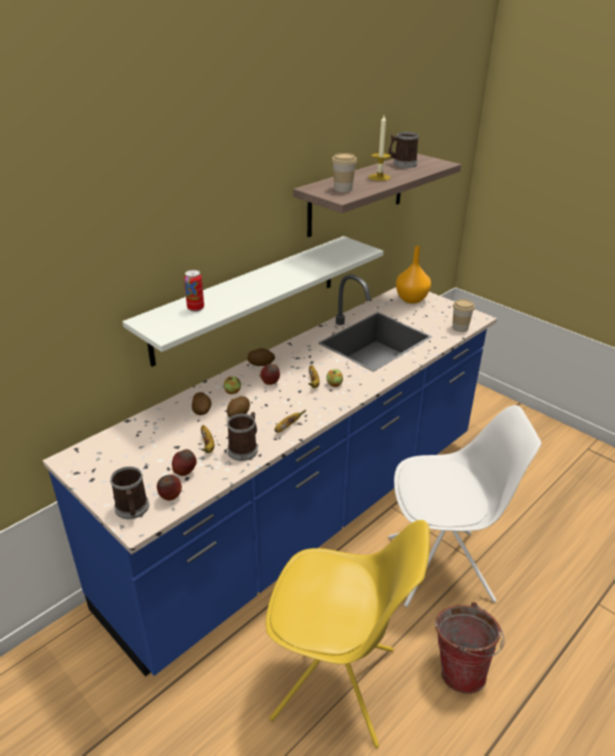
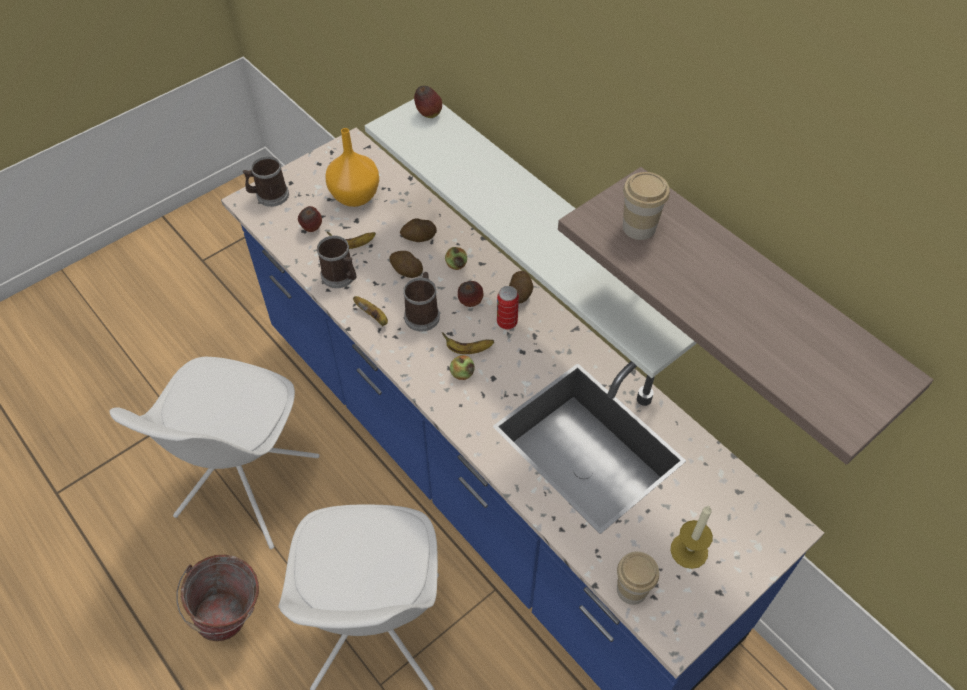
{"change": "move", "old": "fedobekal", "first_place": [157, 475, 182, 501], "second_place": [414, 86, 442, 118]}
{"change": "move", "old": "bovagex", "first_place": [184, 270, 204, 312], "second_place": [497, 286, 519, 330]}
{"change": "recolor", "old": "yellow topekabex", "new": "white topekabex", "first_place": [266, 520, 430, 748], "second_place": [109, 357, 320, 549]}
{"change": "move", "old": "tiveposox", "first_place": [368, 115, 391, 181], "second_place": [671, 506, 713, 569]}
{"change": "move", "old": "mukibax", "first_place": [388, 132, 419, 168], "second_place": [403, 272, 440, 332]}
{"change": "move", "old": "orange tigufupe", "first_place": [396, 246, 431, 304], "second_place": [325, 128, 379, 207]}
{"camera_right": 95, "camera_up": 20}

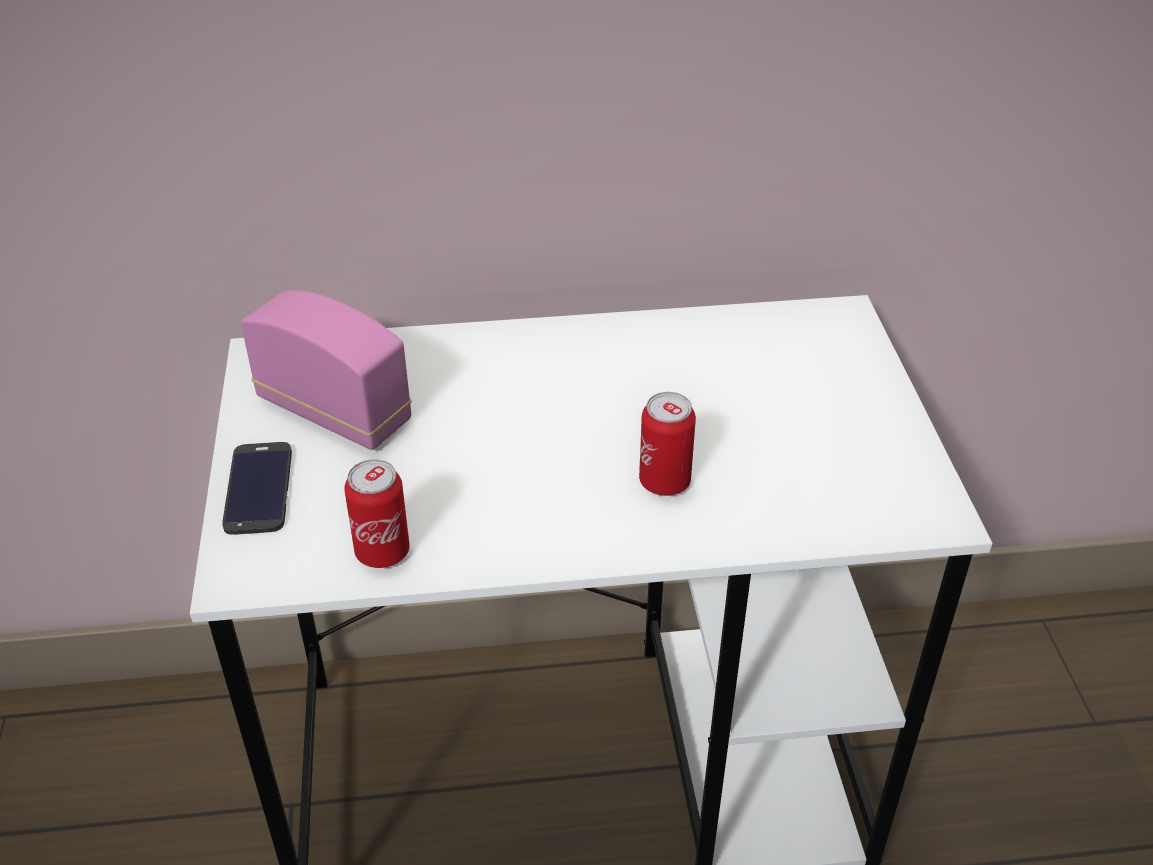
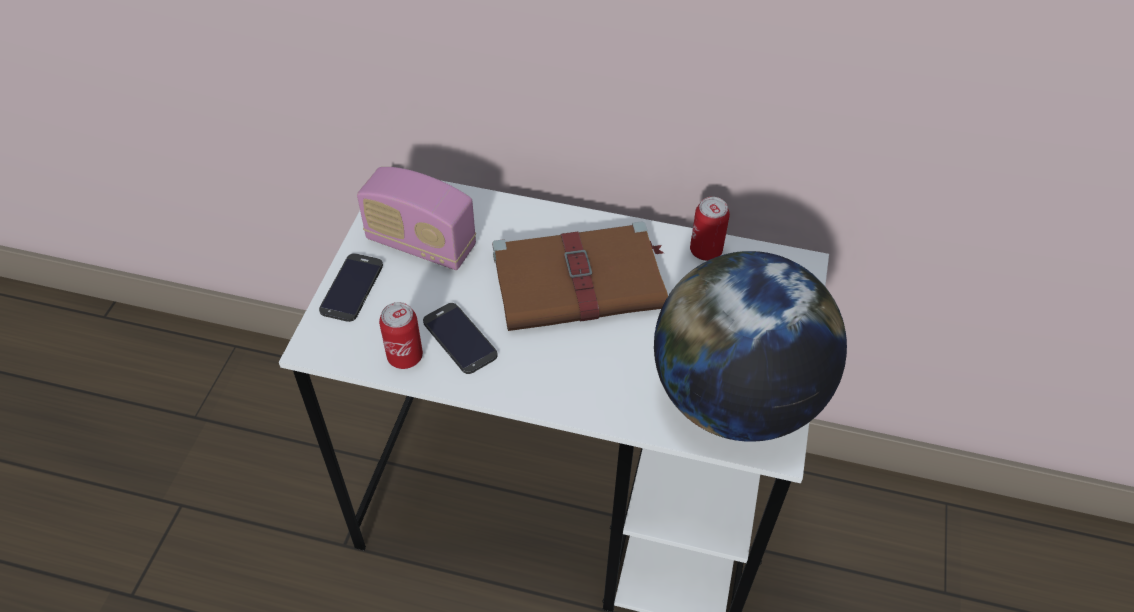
{"change": "rotate", "old": "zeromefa", "first_place": [241, 290, 411, 450], "second_place": [357, 167, 476, 270], "degrees": 150}
{"change": "move", "old": "bovagex", "first_place": [639, 392, 696, 496], "second_place": [690, 197, 730, 261]}
{"change": "insert", "new": "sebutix", "second_place": [423, 303, 498, 374]}
{"change": "insert", "new": "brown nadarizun", "second_place": [492, 221, 668, 331]}
{"change": "insert", "new": "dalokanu", "second_place": [654, 251, 847, 441]}
{"camera_right": 20, "camera_up": 10}

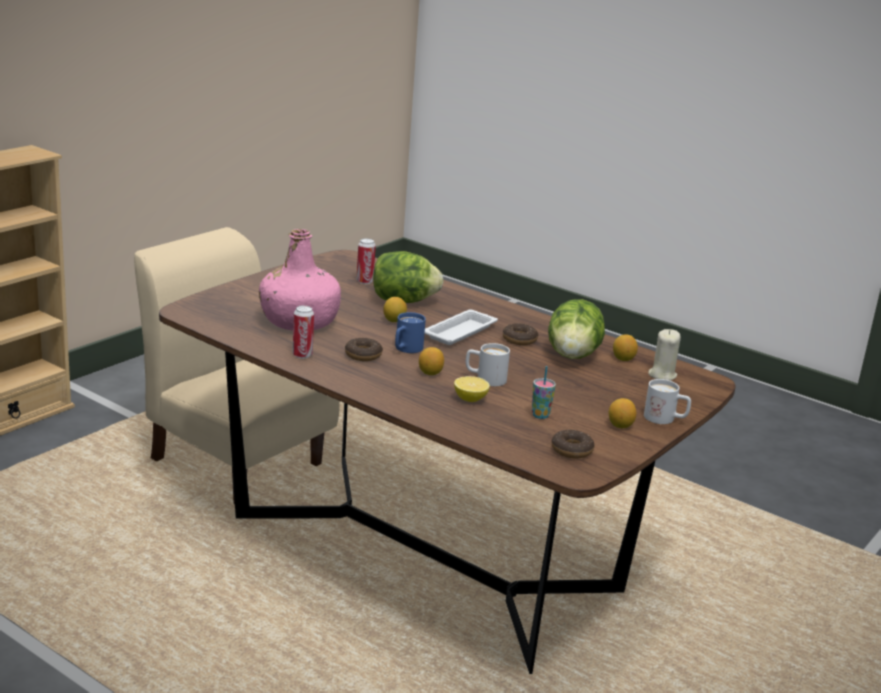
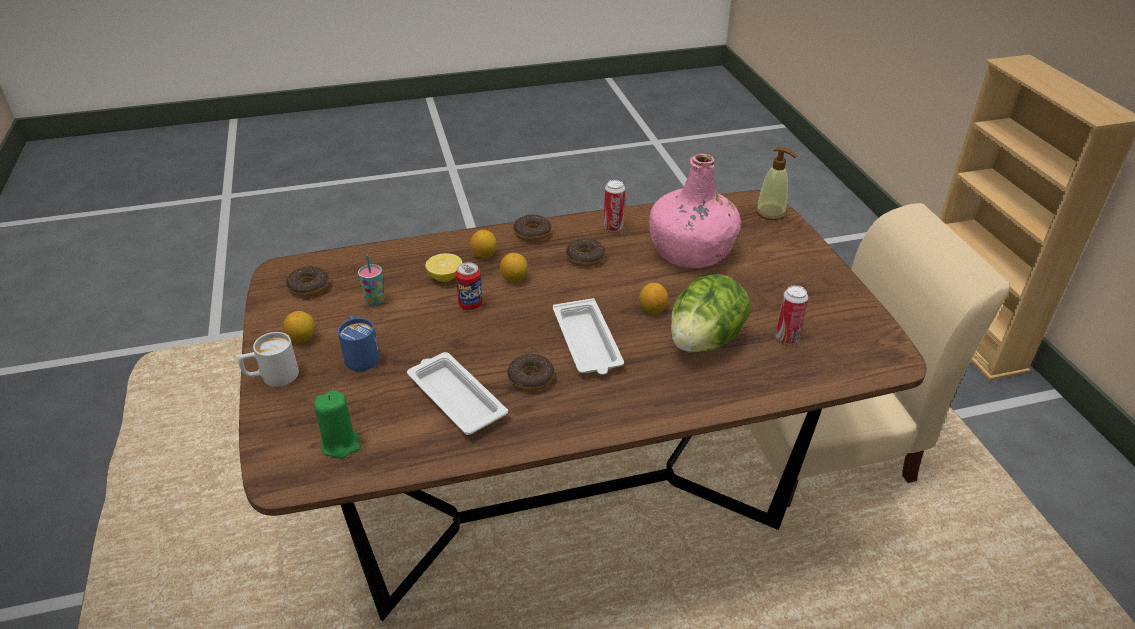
{"change": "move", "old": "blue mukibax", "first_place": [395, 312, 426, 353], "second_place": [338, 315, 379, 371]}
{"change": "replace", "old": "white mukibax", "new": "bovagex", "first_place": [466, 343, 510, 386], "second_place": [456, 262, 483, 310]}
{"change": "replace", "old": "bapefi", "new": "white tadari", "first_place": [548, 299, 605, 359], "second_place": [407, 352, 508, 435]}
{"change": "move", "old": "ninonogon", "first_place": [613, 334, 638, 361], "second_place": [470, 230, 497, 258]}
{"change": "recolor", "old": "beige tiveposox", "new": "green tiveposox", "first_place": [648, 329, 681, 381], "second_place": [314, 390, 361, 459]}
{"change": "insert", "new": "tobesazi", "second_place": [513, 215, 551, 242]}
{"change": "insert", "new": "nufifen", "second_place": [756, 147, 797, 220]}
{"camera_right": 130, "camera_up": 15}

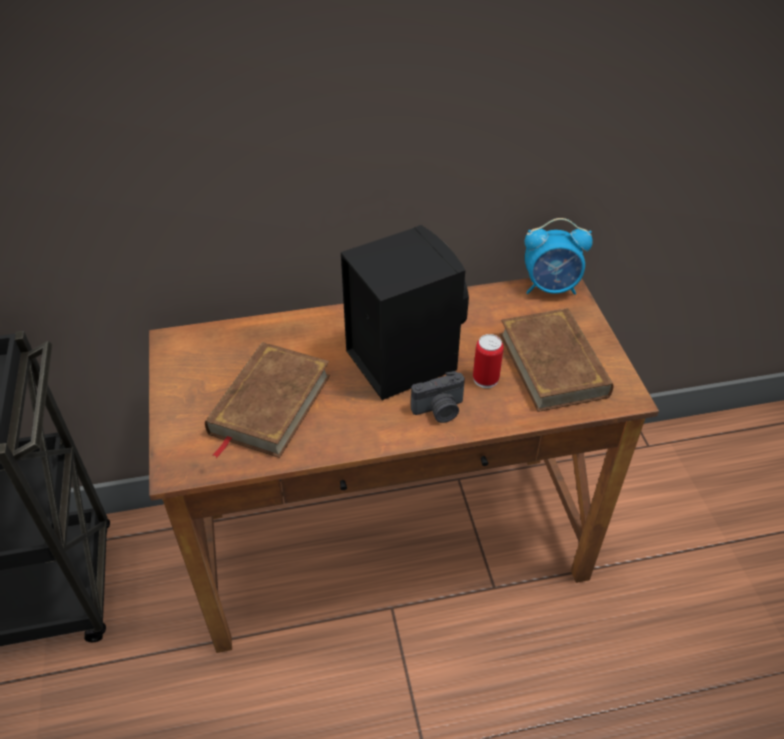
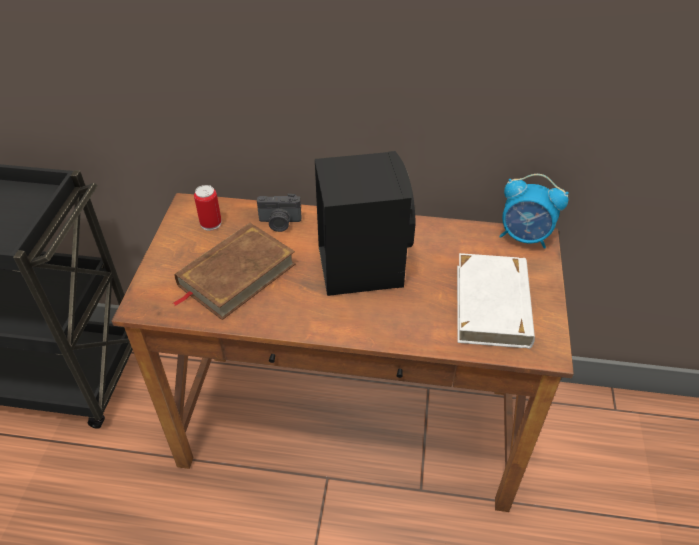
{"change": "move", "old": "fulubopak", "first_place": [411, 371, 465, 423], "second_place": [257, 194, 301, 232]}
{"change": "move", "old": "bovagex", "first_place": [473, 334, 504, 388], "second_place": [194, 185, 221, 231]}
{"change": "recolor", "old": "brown nadarizun", "new": "white nadarizun", "first_place": [500, 308, 614, 412], "second_place": [457, 253, 535, 349]}
{"camera_right": 20, "camera_up": 0}

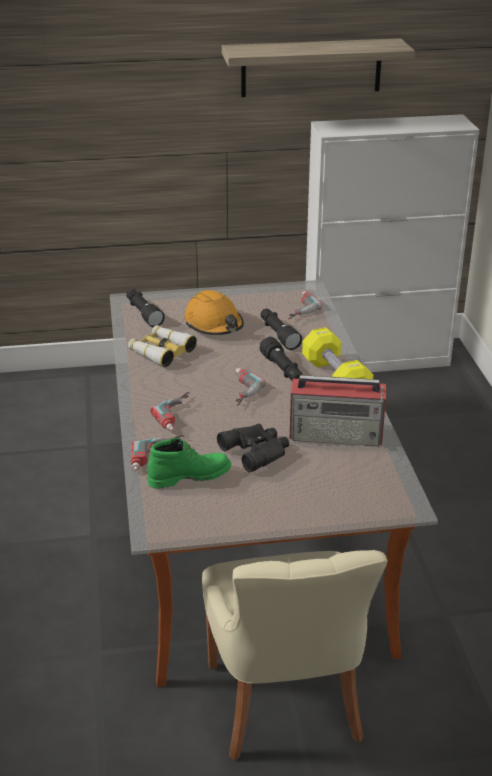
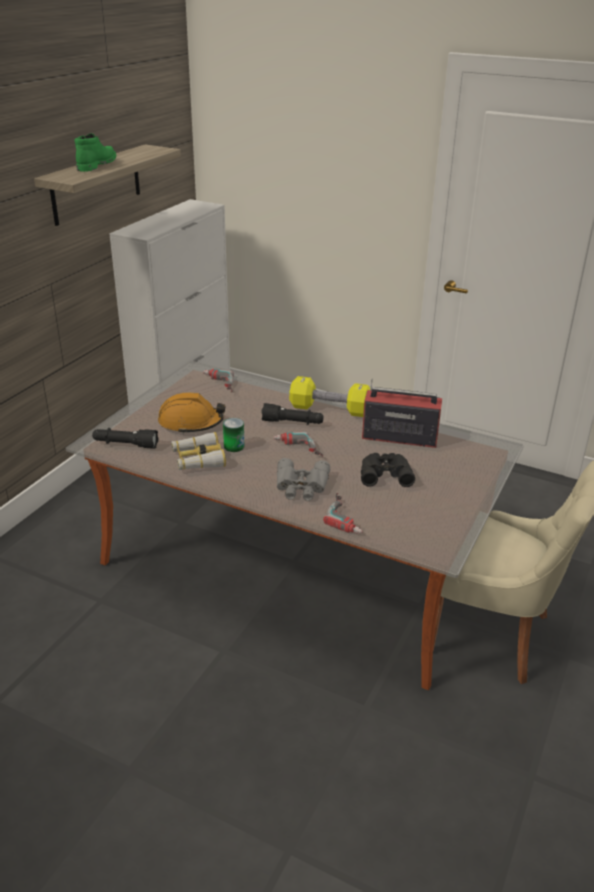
{"change": "move", "old": "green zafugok", "first_place": [148, 438, 231, 489], "second_place": [75, 133, 116, 172]}
{"change": "replace", "old": "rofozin", "new": "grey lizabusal", "first_place": [151, 392, 190, 431], "second_place": [277, 458, 330, 501]}
{"change": "delete", "old": "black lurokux", "first_place": [261, 309, 302, 350]}
{"change": "rotate", "old": "zeromefa", "first_place": [290, 375, 386, 446], "second_place": [362, 379, 442, 448], "degrees": -120}
{"change": "insert", "new": "bovagex", "second_place": [223, 418, 244, 452]}
{"camera_right": -55, "camera_up": 0}

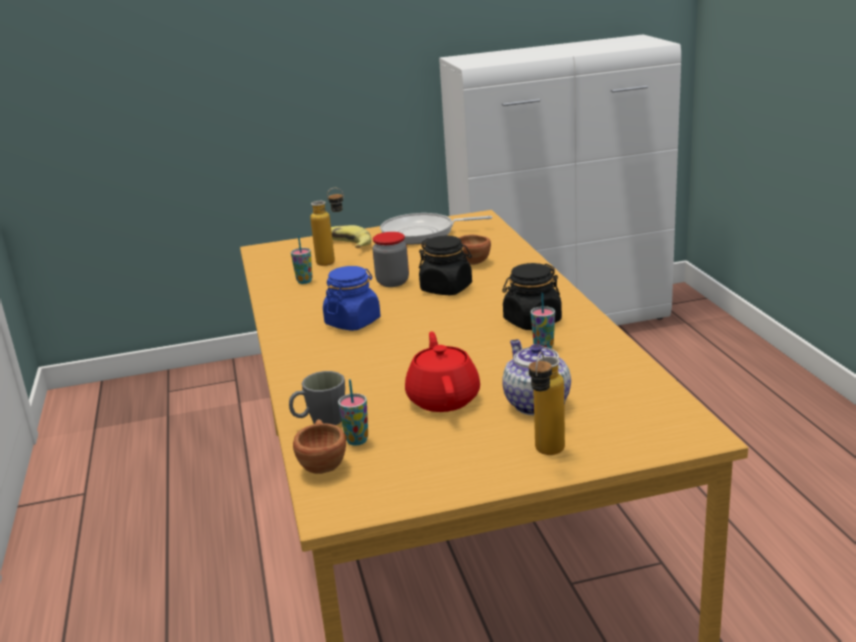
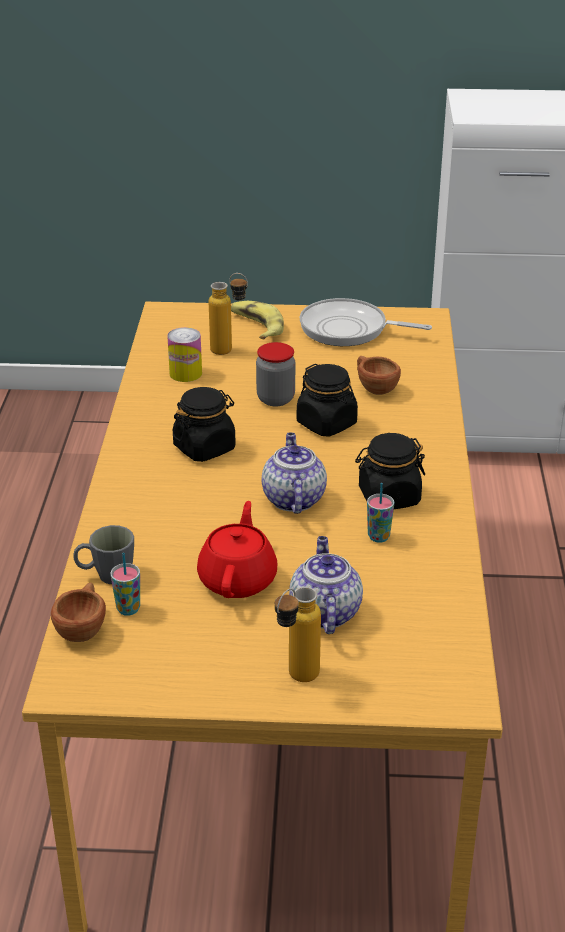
{"change": "replace", "old": "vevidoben", "new": "bovagex", "first_place": [291, 236, 313, 284], "second_place": [167, 327, 202, 382]}
{"change": "recolor", "old": "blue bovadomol", "new": "black bovadomol", "first_place": [323, 266, 381, 331], "second_place": [173, 387, 236, 462]}
{"change": "insert", "new": "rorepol", "second_place": [261, 433, 327, 514]}
{"camera_right": 15, "camera_up": 10}

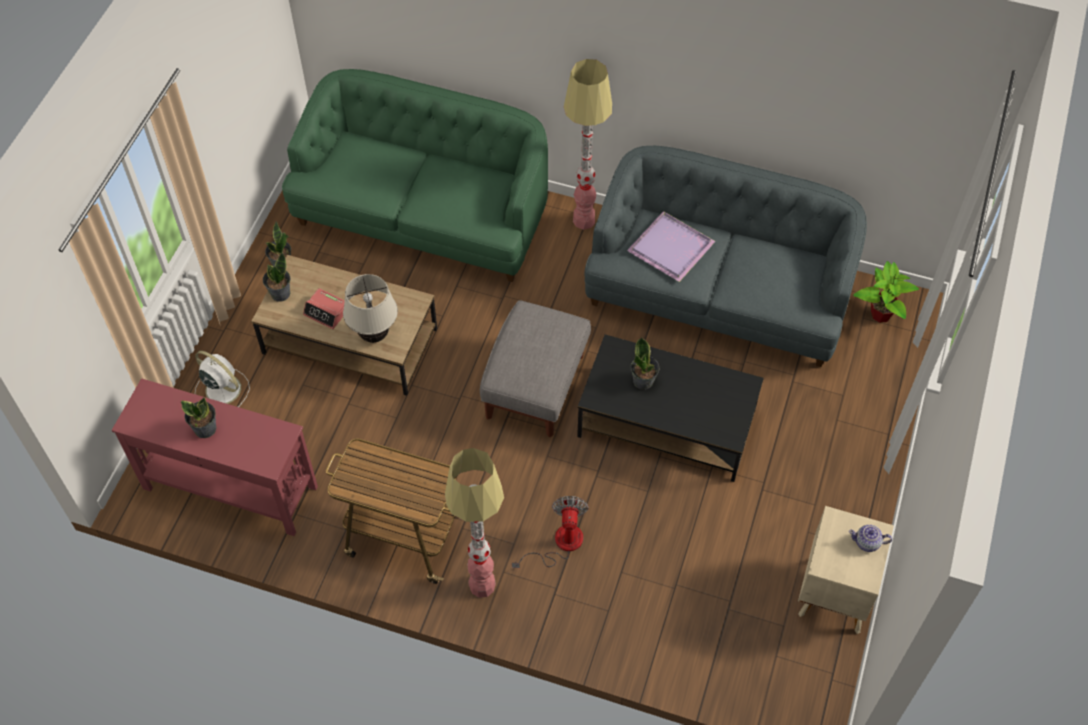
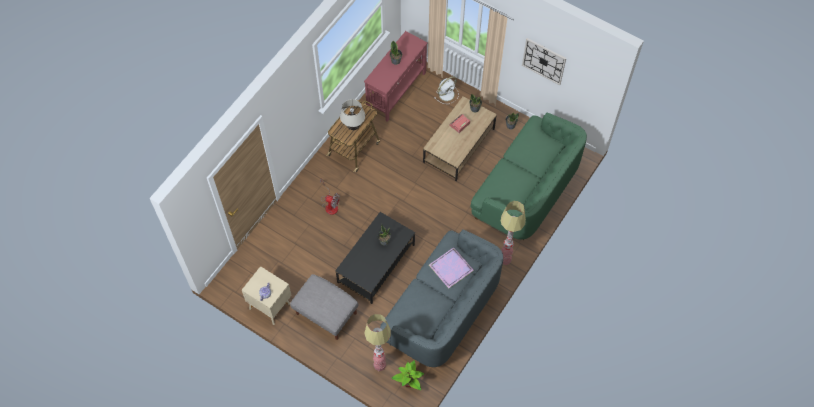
{"change": "move", "old": "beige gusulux", "first_place": [343, 274, 398, 343], "second_place": [340, 99, 365, 130]}
{"change": "move", "old": "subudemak", "first_place": [445, 448, 504, 598], "second_place": [364, 314, 391, 371]}
{"change": "move", "old": "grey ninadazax", "first_place": [480, 300, 591, 437], "second_place": [290, 274, 359, 340]}
{"change": "insert", "new": "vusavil", "second_place": [522, 38, 566, 85]}
{"camera_right": 105, "camera_up": 5}

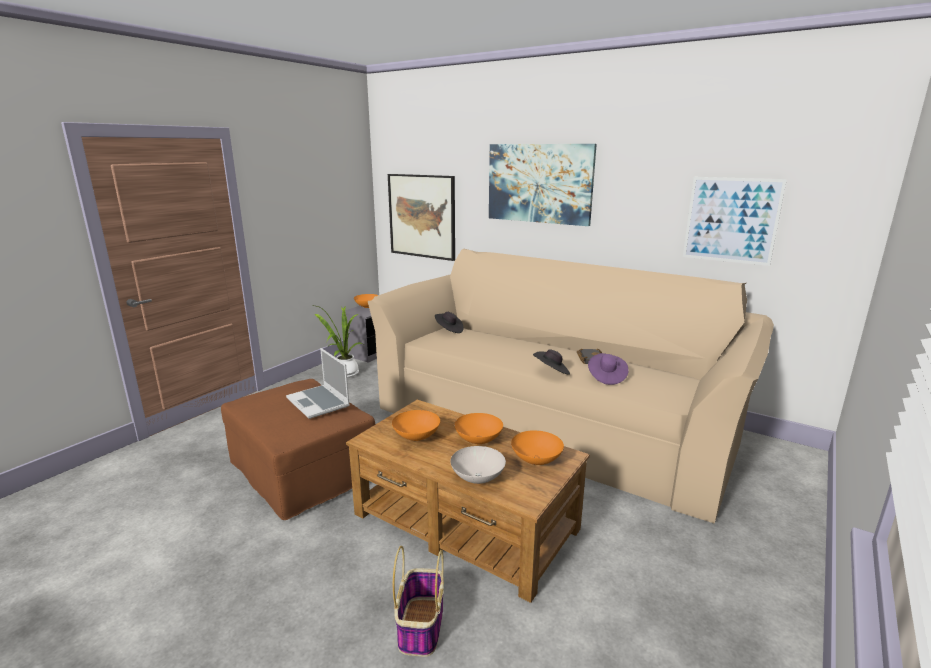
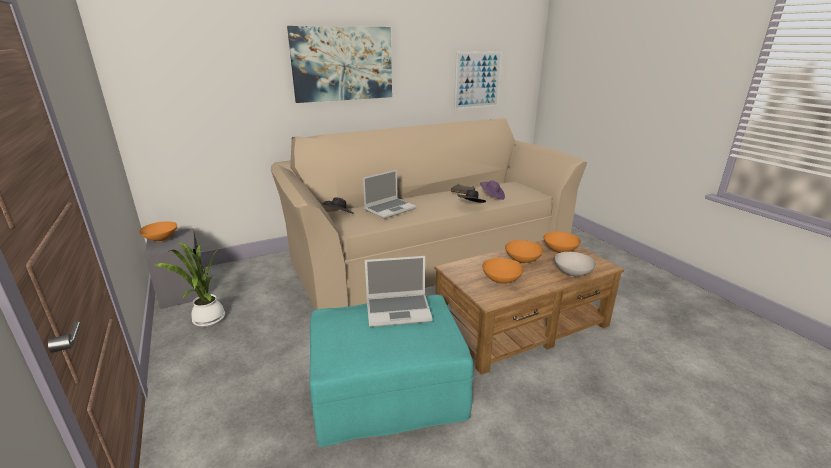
{"change": "recolor", "old": "brown ninadazax", "new": "turquoise ninadazax", "first_place": [221, 379, 375, 520], "second_place": [309, 295, 473, 447]}
{"change": "delete", "old": "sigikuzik", "first_place": [388, 174, 455, 261]}
{"change": "delete", "old": "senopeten", "first_place": [393, 546, 444, 657]}
{"change": "insert", "new": "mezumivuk", "second_place": [363, 170, 417, 219]}
{"camera_right": -60, "camera_up": 5}

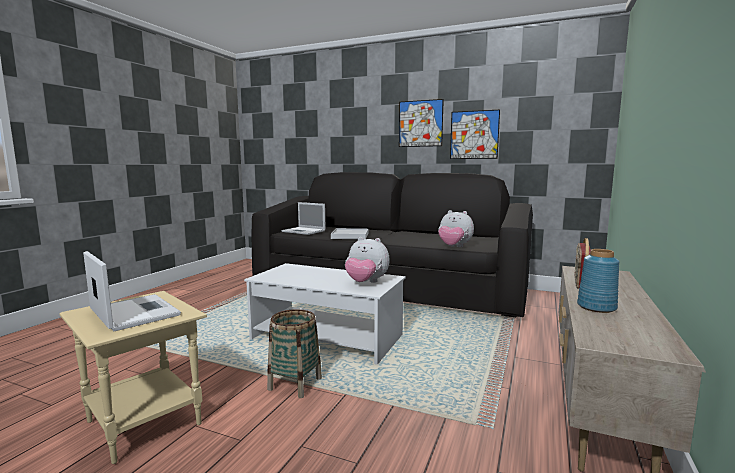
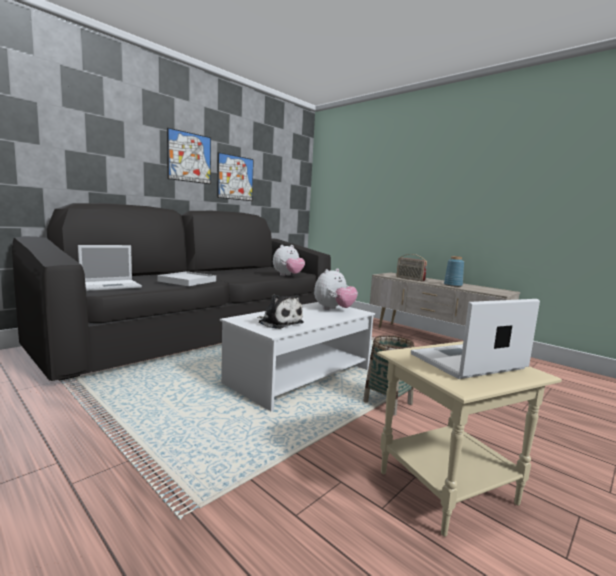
{"change": "insert", "new": "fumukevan", "second_place": [257, 294, 304, 329]}
{"camera_right": -70, "camera_up": 0}

